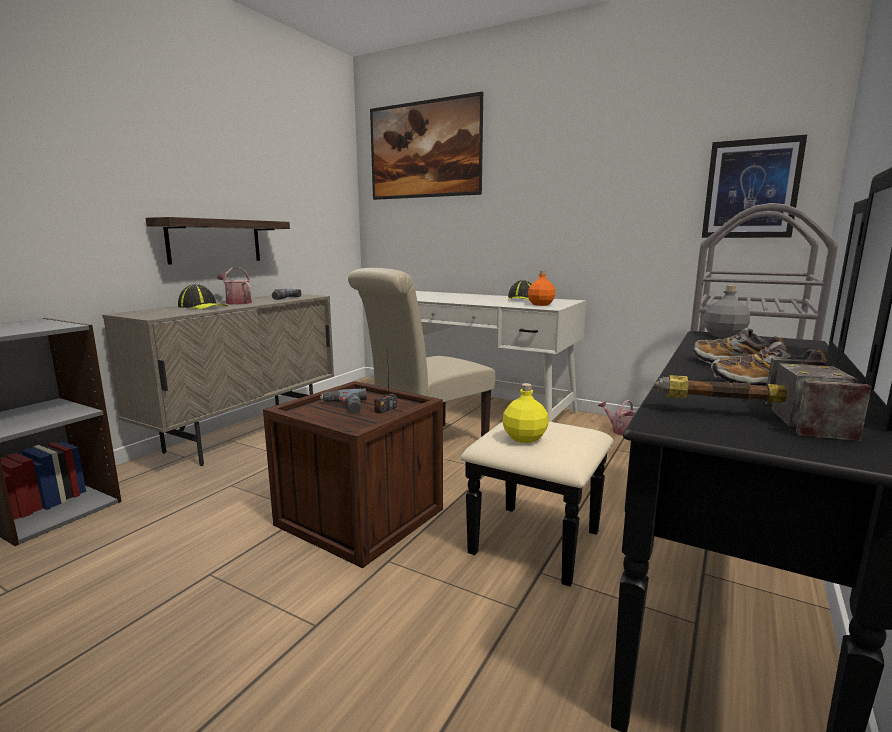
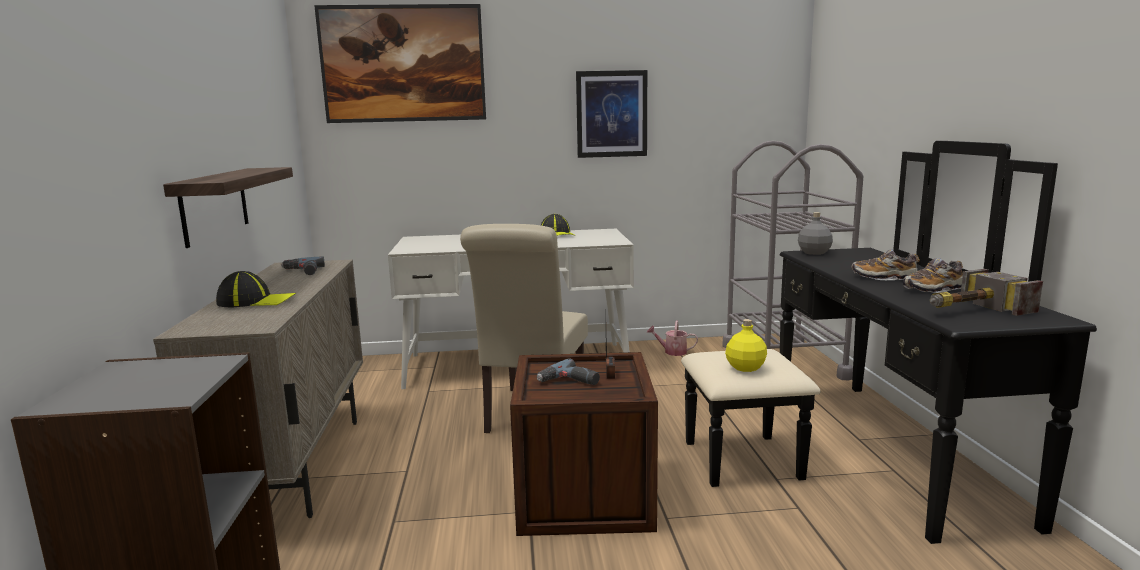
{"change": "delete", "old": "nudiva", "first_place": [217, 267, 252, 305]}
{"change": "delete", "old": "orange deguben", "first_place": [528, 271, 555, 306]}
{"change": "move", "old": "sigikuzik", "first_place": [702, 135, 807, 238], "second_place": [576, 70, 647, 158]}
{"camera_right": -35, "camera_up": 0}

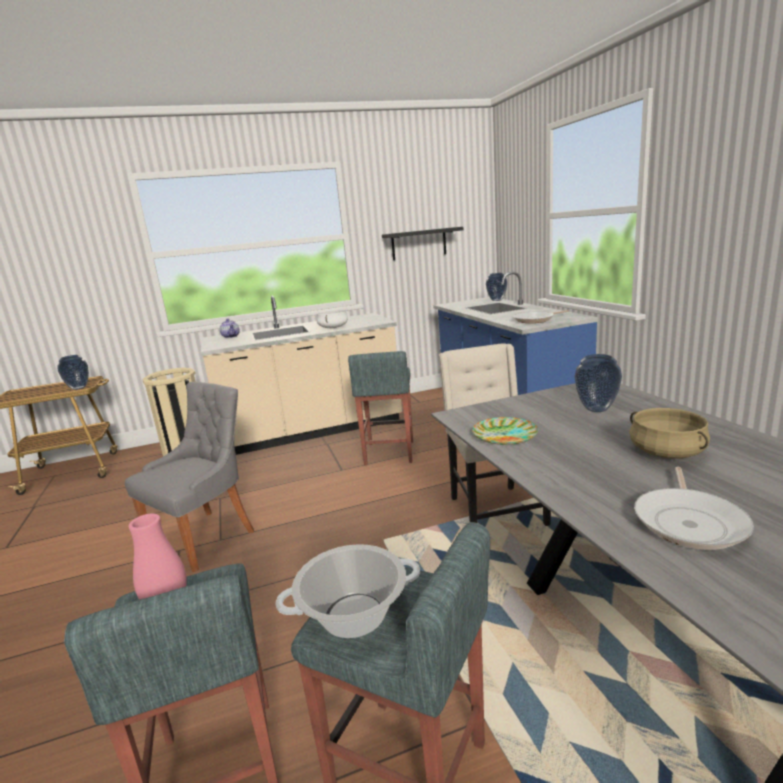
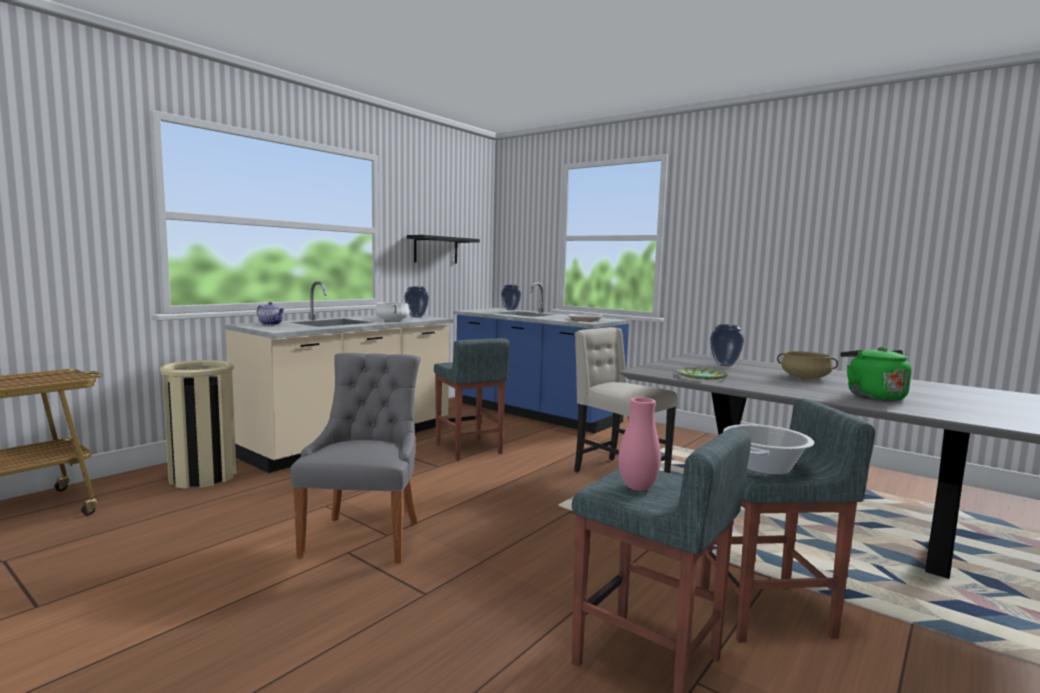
{"change": "move", "old": "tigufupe", "first_place": [57, 355, 89, 390], "second_place": [404, 286, 429, 317]}
{"change": "replace", "old": "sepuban", "new": "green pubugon", "first_place": [634, 467, 754, 550], "second_place": [840, 347, 912, 401]}
{"camera_right": -35, "camera_up": -10}

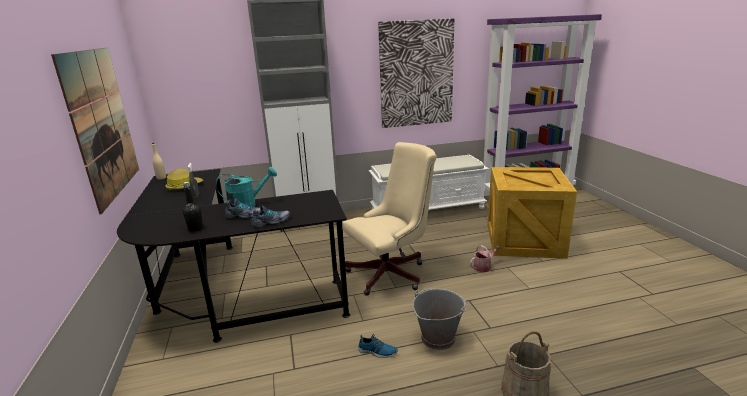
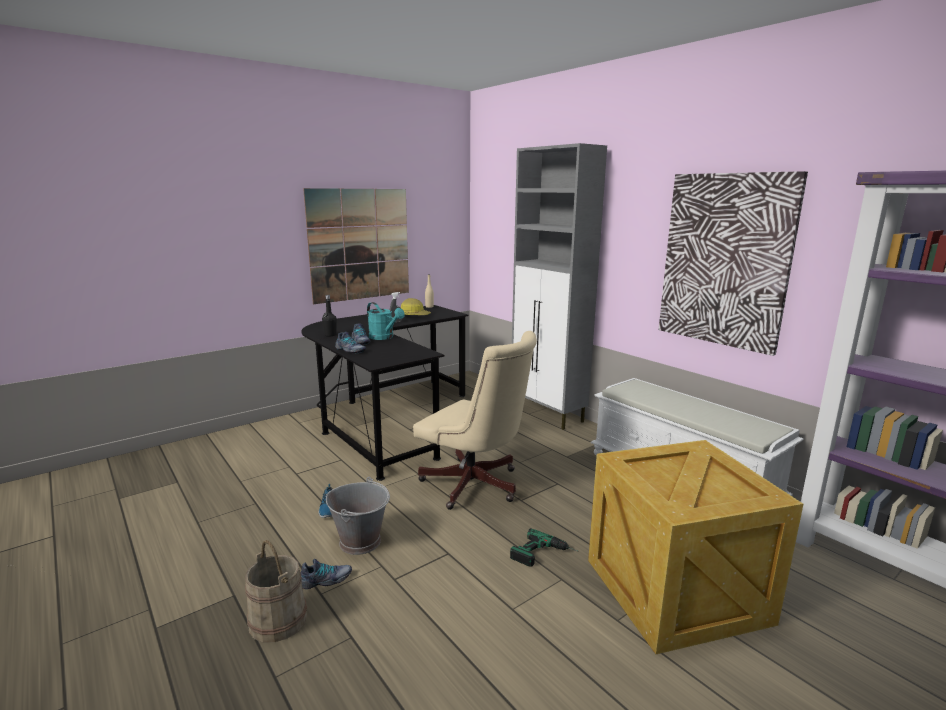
{"change": "replace", "old": "nudiva", "new": "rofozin", "first_place": [470, 245, 501, 272], "second_place": [510, 528, 579, 567]}
{"change": "insert", "new": "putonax", "second_place": [301, 559, 352, 589]}
{"camera_right": 65, "camera_up": -5}

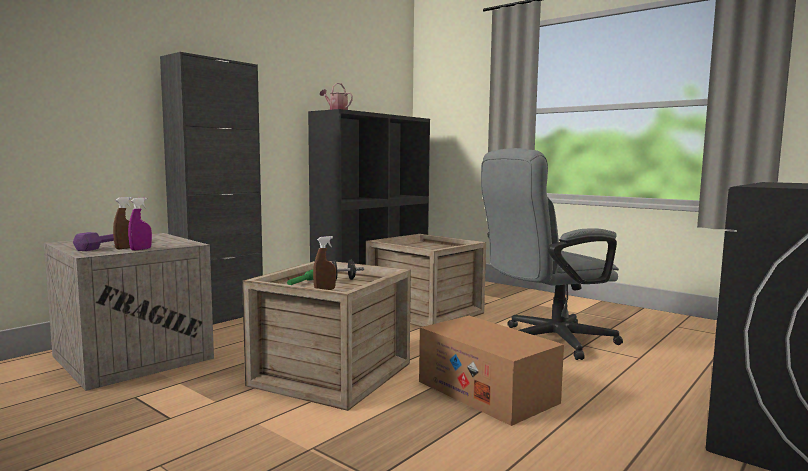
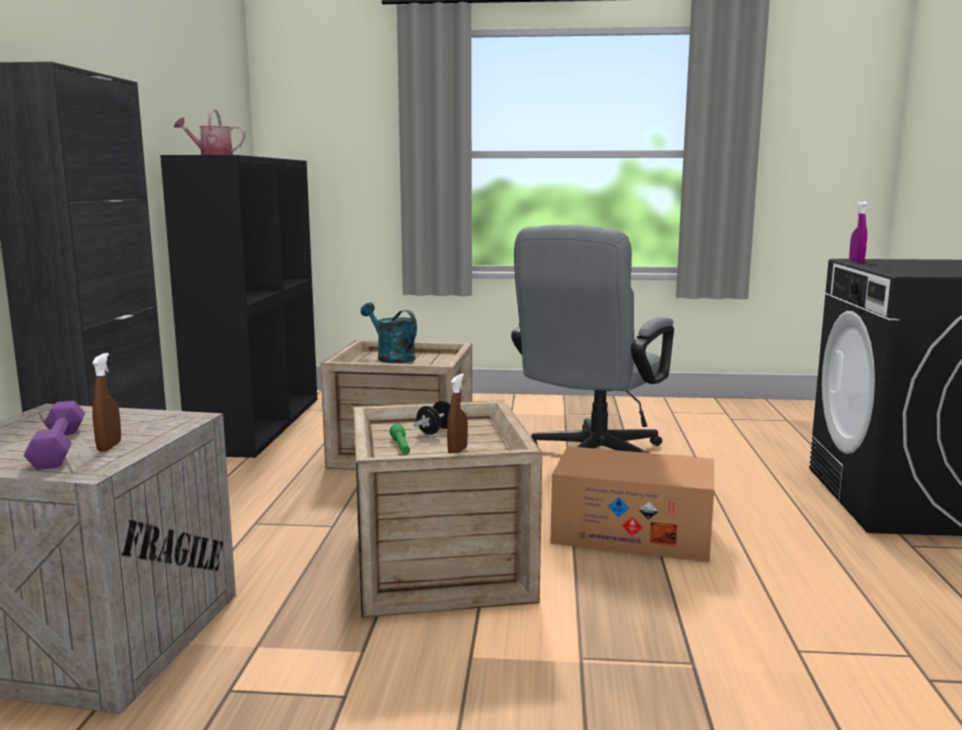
{"change": "move", "old": "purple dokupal", "first_place": [128, 197, 152, 251], "second_place": [849, 201, 867, 263]}
{"change": "insert", "new": "turquoise nudiva", "second_place": [361, 303, 417, 363]}
{"camera_right": -35, "camera_up": 5}

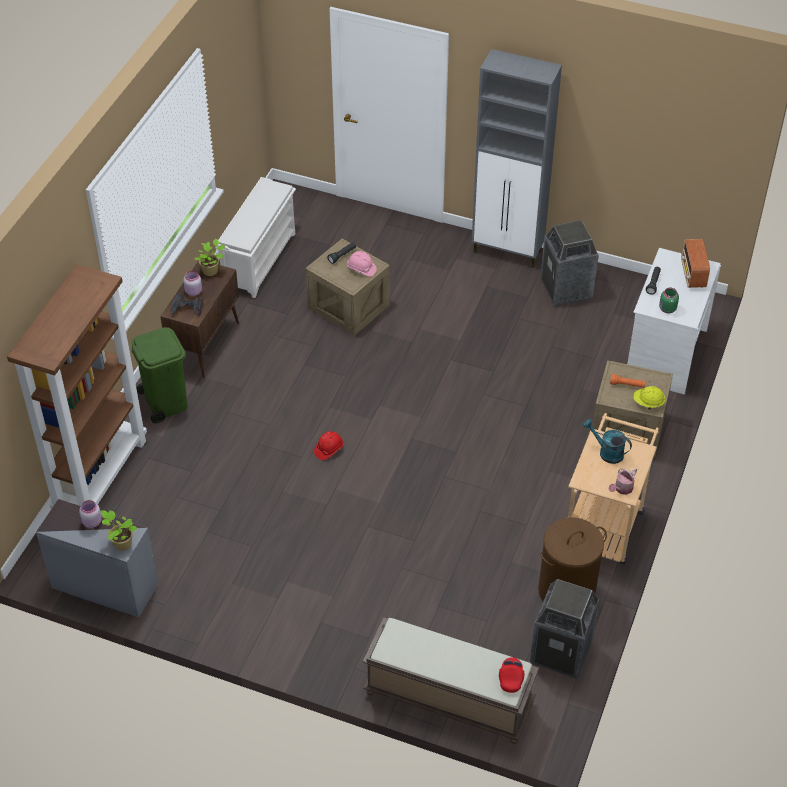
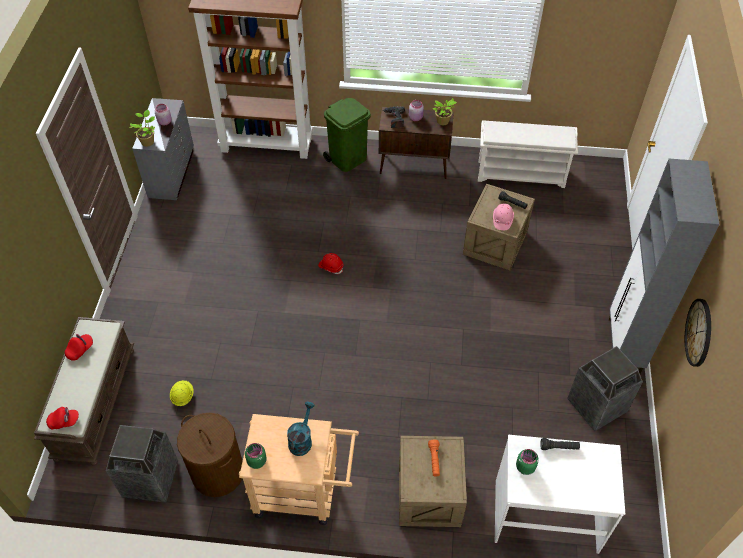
{"change": "replace", "old": "nudiva", "new": "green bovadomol", "first_place": [609, 468, 637, 495], "second_place": [245, 443, 267, 469]}
{"change": "move", "old": "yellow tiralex", "first_place": [633, 386, 666, 410], "second_place": [170, 380, 194, 406]}
{"change": "delete", "old": "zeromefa", "first_place": [681, 239, 710, 288]}
{"change": "insert", "new": "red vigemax", "second_place": [65, 334, 93, 361]}
{"change": "insert", "new": "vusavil", "second_place": [685, 299, 711, 367]}
{"camera_right": 75, "camera_up": 5}

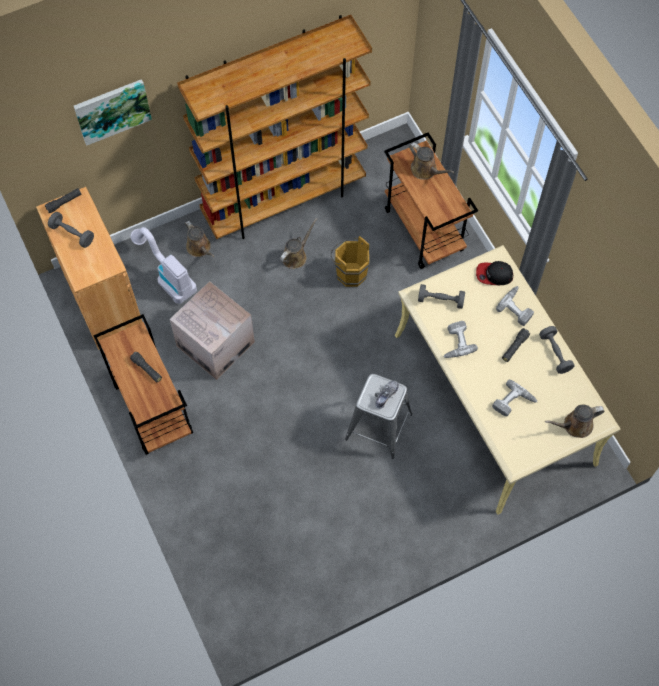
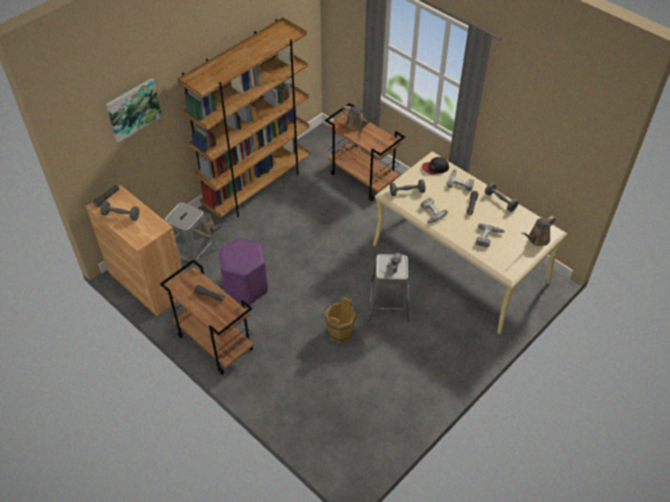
{"change": "replace", "old": "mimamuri", "new": "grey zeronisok", "first_place": [131, 227, 197, 304], "second_place": [164, 202, 218, 268]}
{"change": "replace", "old": "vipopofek", "new": "purple zeronisok", "first_place": [170, 281, 255, 380], "second_place": [218, 238, 268, 305]}
{"change": "delete", "old": "brown nudiva", "first_place": [280, 218, 317, 269]}
{"change": "move", "old": "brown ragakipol", "first_place": [331, 236, 370, 287], "second_place": [322, 297, 356, 343]}
{"camera_right": -20, "camera_up": -15}

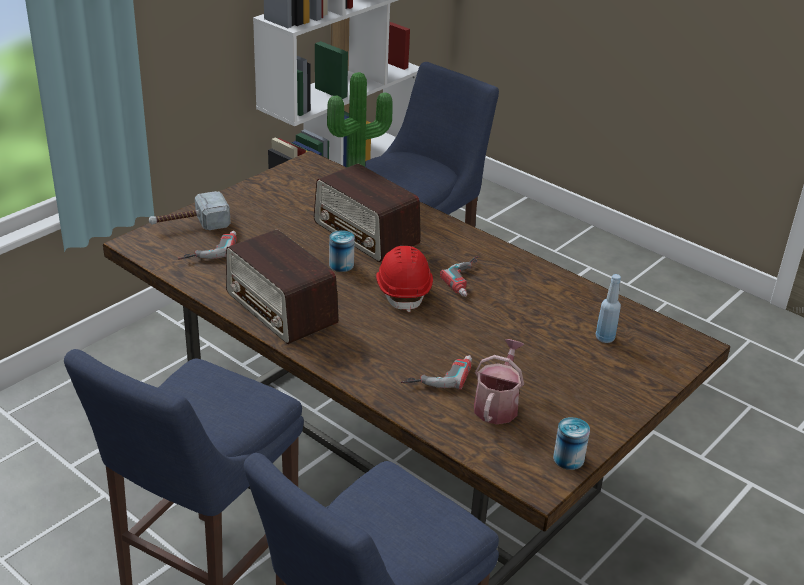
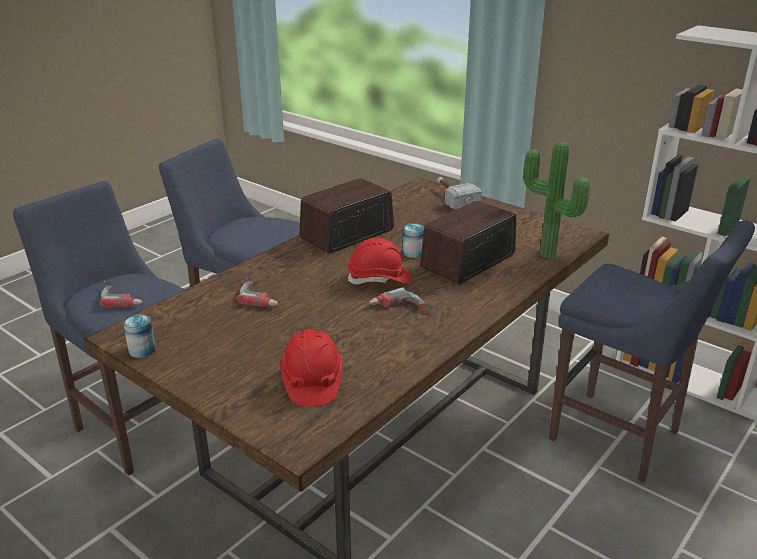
{"change": "move", "old": "rofozin", "first_place": [178, 231, 237, 259], "second_place": [100, 281, 143, 308]}
{"change": "delete", "old": "nudiva", "first_place": [474, 339, 524, 425]}
{"change": "replace", "old": "blue deguben", "new": "red tiralex", "first_place": [596, 274, 621, 343], "second_place": [281, 329, 342, 407]}
{"camera_right": 90, "camera_up": -5}

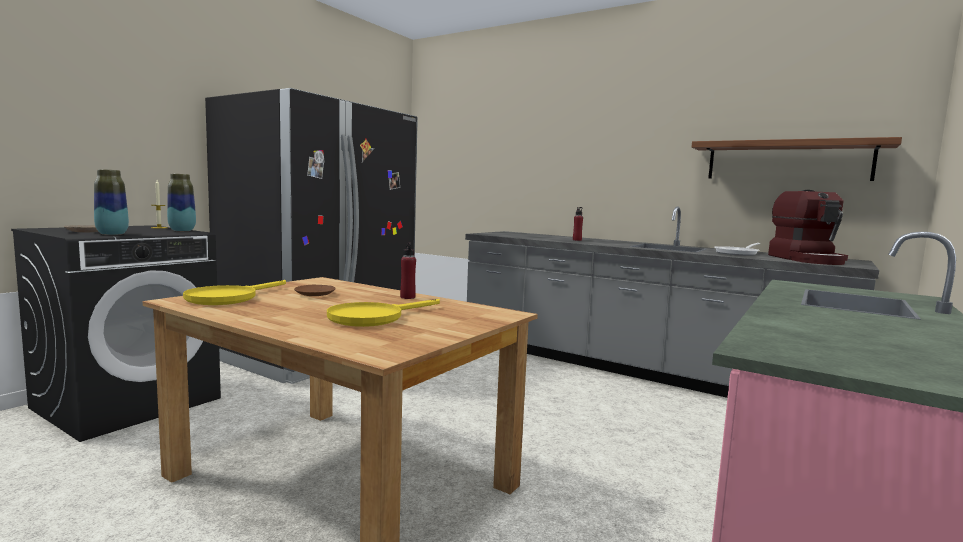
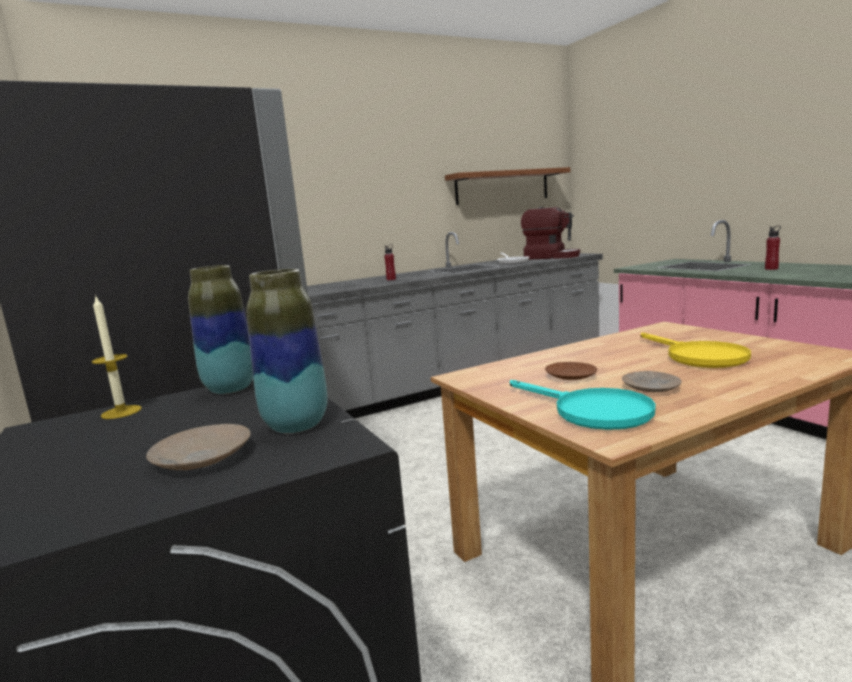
{"change": "recolor", "old": "yellow sepuban", "new": "turquoise sepuban", "first_place": [183, 280, 286, 305], "second_place": [510, 380, 655, 430]}
{"change": "move", "old": "red deguben", "first_place": [400, 242, 416, 299], "second_place": [765, 226, 781, 270]}
{"change": "insert", "new": "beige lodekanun", "second_place": [622, 371, 682, 392]}
{"camera_right": -60, "camera_up": 5}

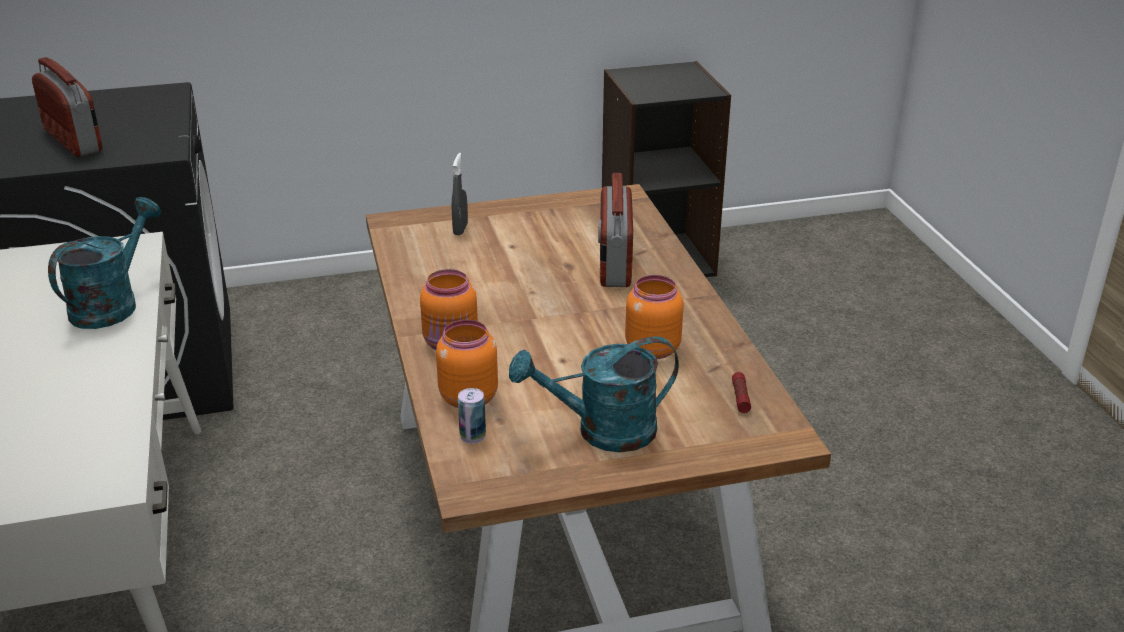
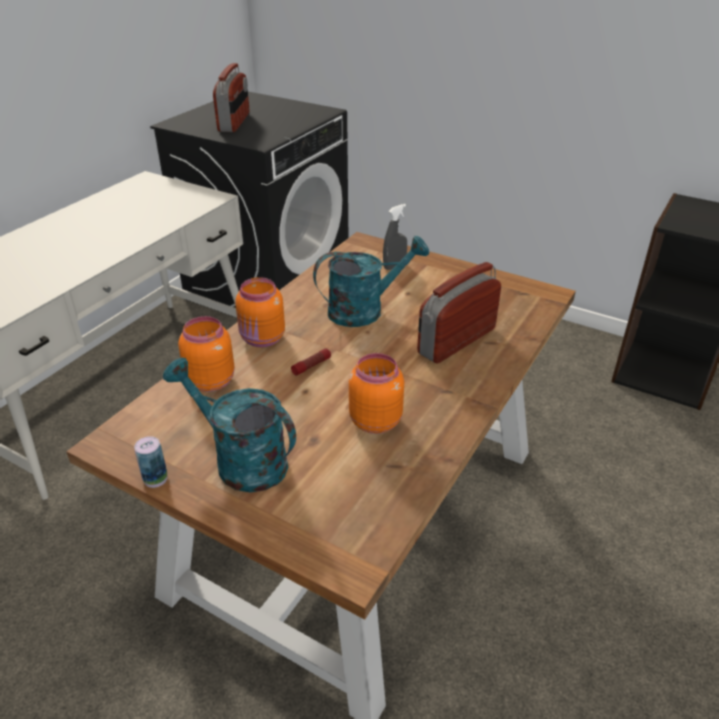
{"change": "move", "old": "turquoise nudiva", "first_place": [48, 197, 161, 329], "second_place": [313, 236, 429, 327]}
{"change": "move", "old": "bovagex", "first_place": [458, 388, 486, 444], "second_place": [134, 436, 167, 488]}
{"change": "move", "old": "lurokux", "first_place": [732, 372, 751, 413], "second_place": [291, 348, 331, 376]}
{"camera_right": 45, "camera_up": 5}

